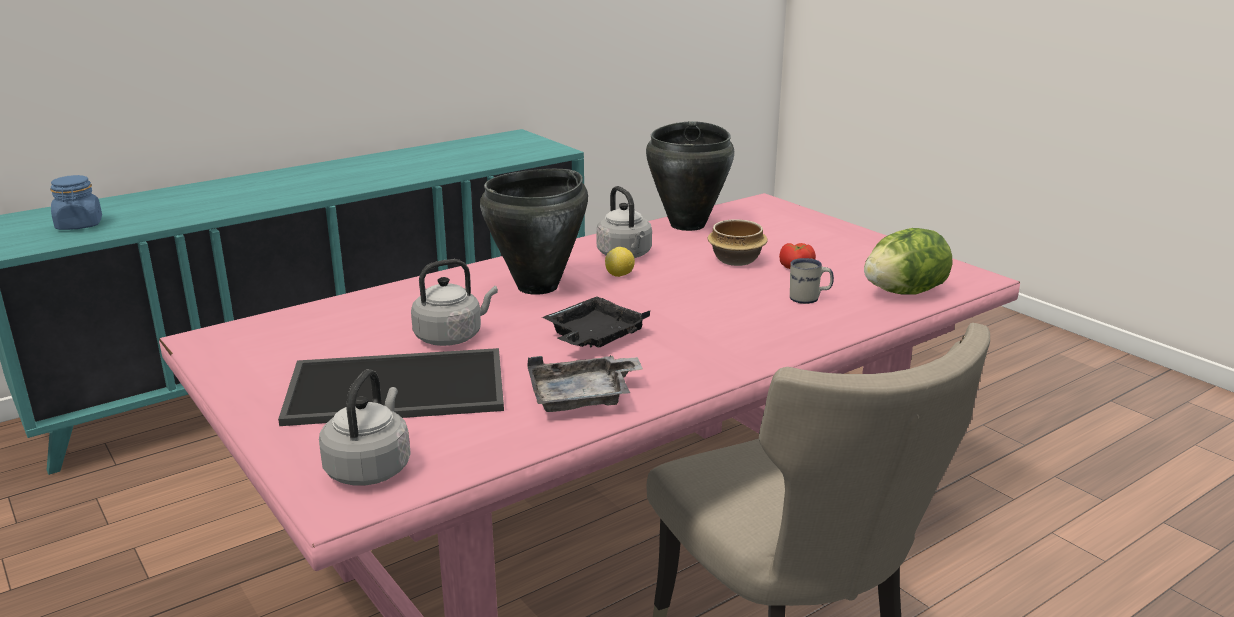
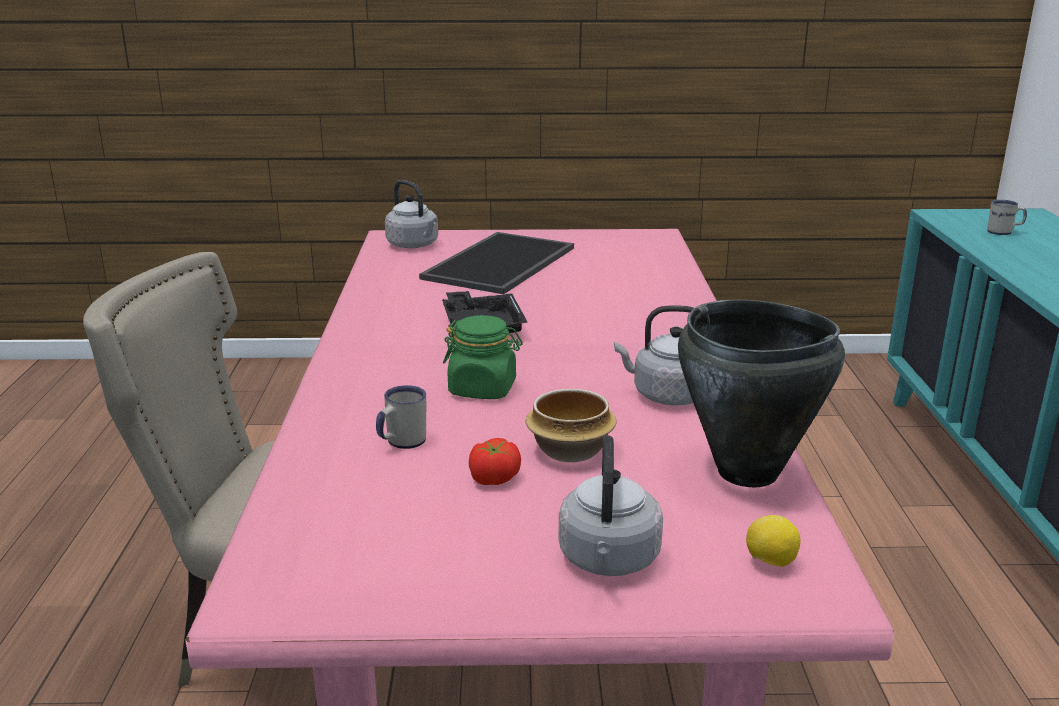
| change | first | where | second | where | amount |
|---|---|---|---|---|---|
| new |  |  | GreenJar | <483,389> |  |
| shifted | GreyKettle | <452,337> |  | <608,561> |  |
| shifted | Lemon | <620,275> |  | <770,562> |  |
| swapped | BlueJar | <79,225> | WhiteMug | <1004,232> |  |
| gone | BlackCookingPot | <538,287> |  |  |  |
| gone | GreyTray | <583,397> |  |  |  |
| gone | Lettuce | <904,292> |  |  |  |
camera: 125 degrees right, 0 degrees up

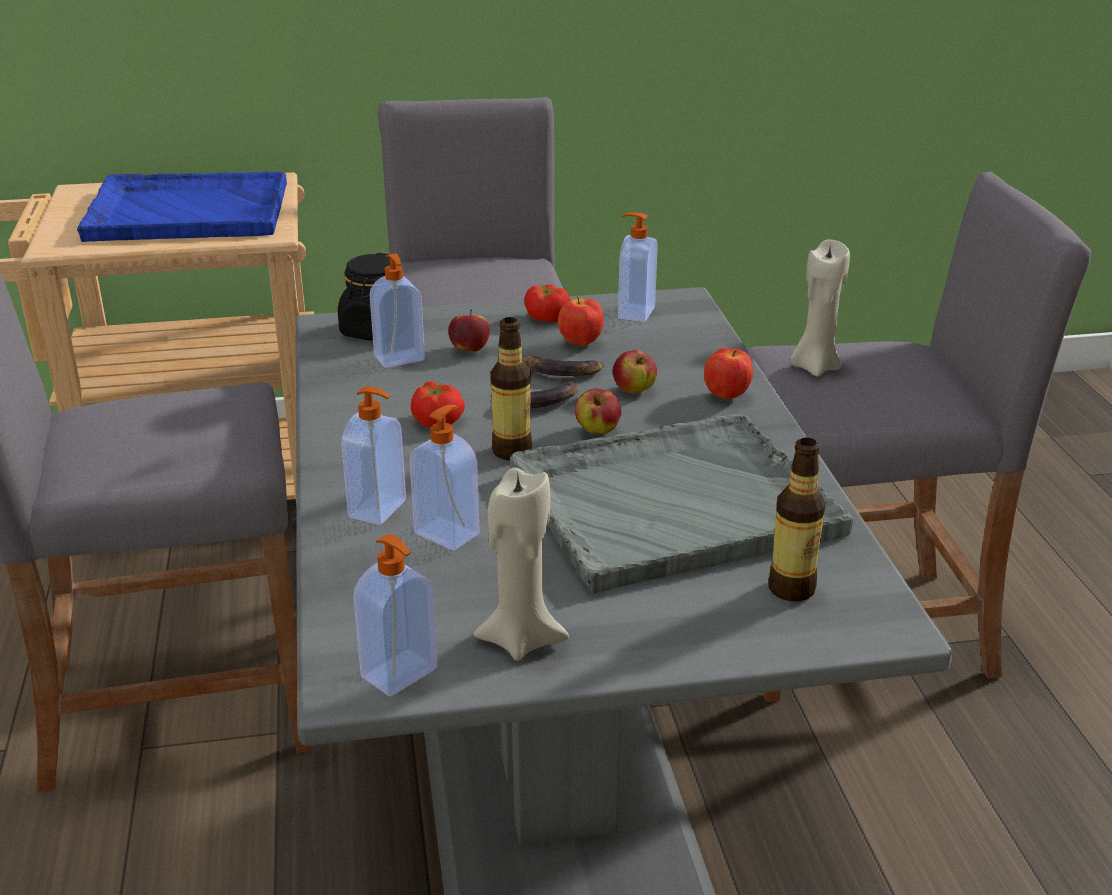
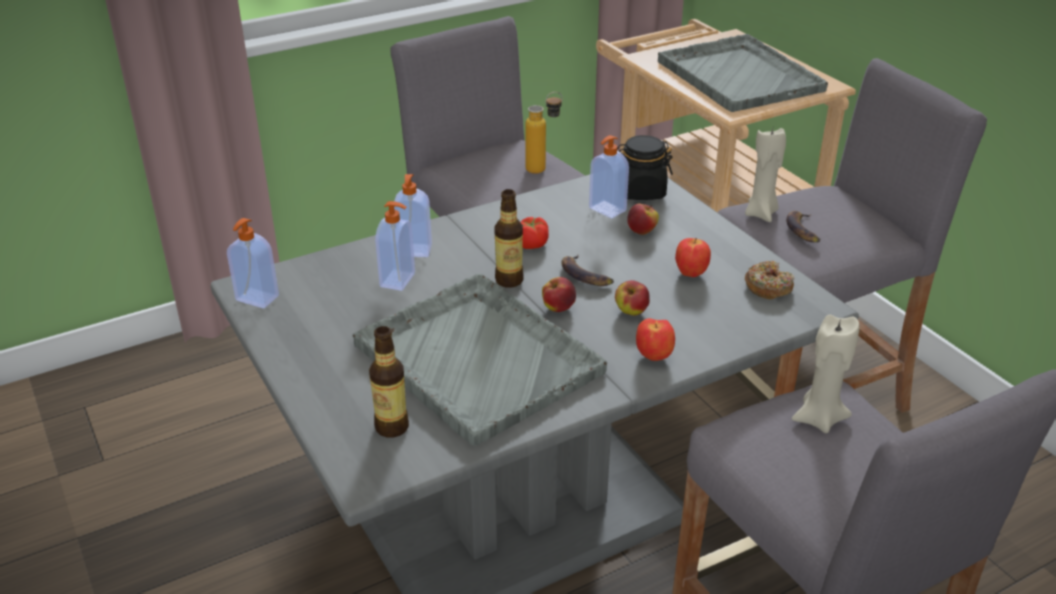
| change | first | where | second | where | amount |
|---|---|---|---|---|---|
| new |  |  | Bottle | <543,168> |  |
| repainted | BlueTray | <186,211> | GreyTray | <738,75> |  |
| shifted | BeigeCandle | <521,639> |  | <761,213> |  |
| swapped | SoapDispenser | <635,313> | Donut | <768,287> |  |
| shifted | Banana | <561,371> |  | <803,230> |  |
| gone | Tomato | <547,317> |  |  |  |
camera: 70 degrees right, 5 degrees up

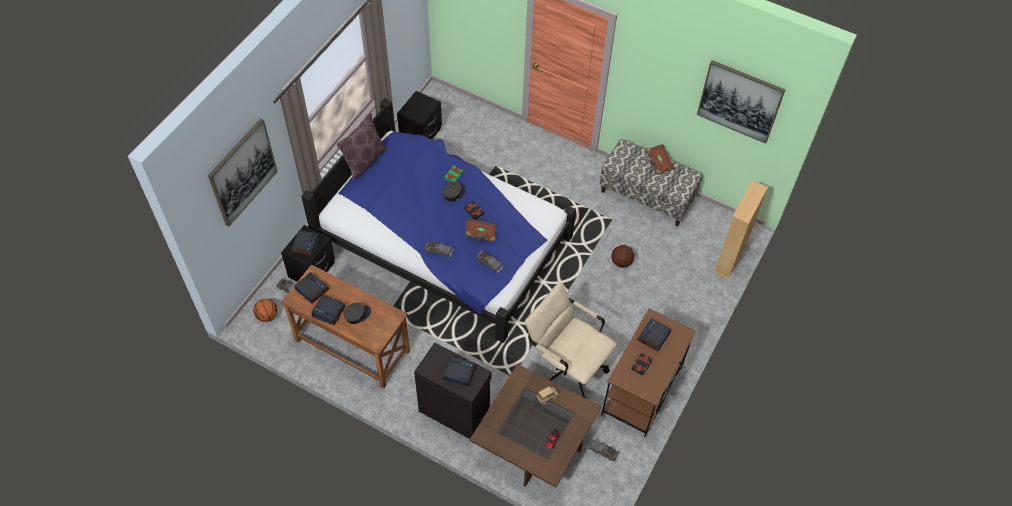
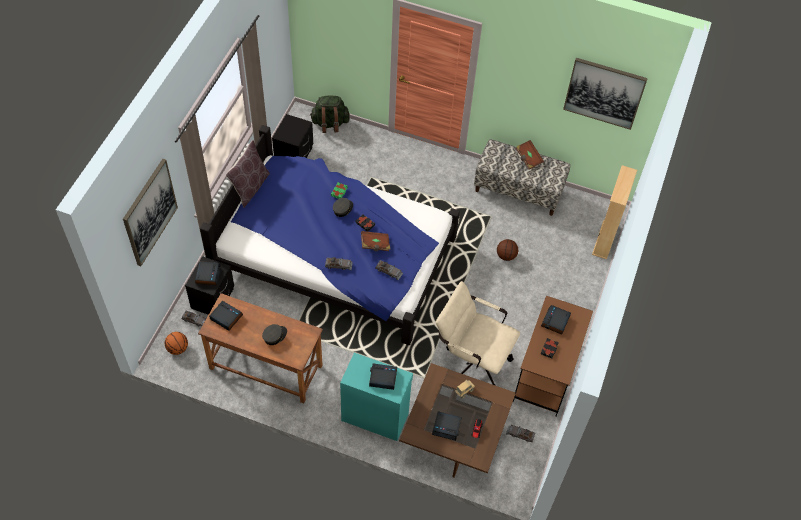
| change | first | where | second | where | amount |
|---|---|---|---|---|---|
| new |  |  | GreenBackpack | <330,123> |  |
| repainted | BlackCabinet | <454,411> | TurquoiseCabinet | <375,416> |  |
| shifted | AlarmClock | <329,311> |  | <447,427> |  |
camera: 10 degrees left, 0 degrees up

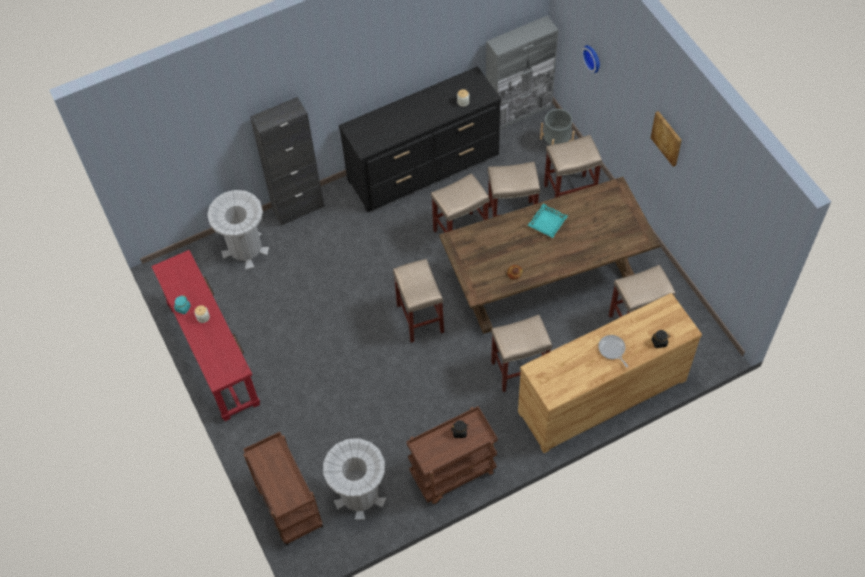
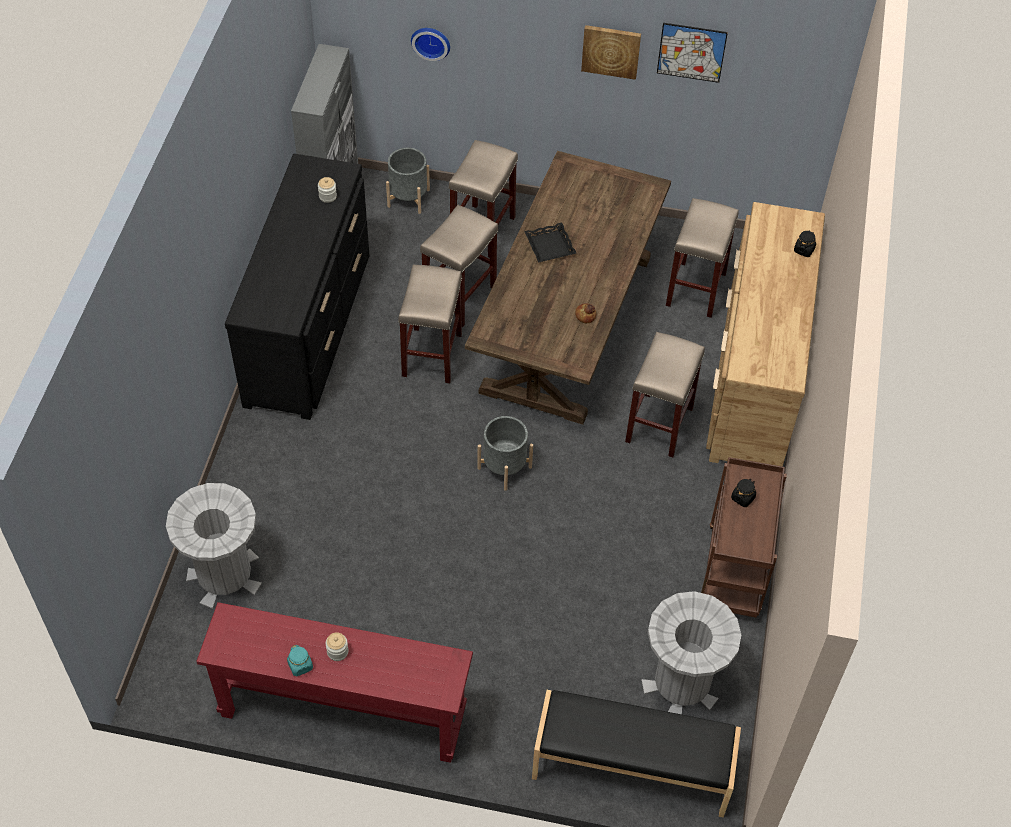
| change | first | where | second | where | amount |
|---|---|---|---|---|---|
| swapped | BeigeStool | <419,318> | GreyPlanter | <504,467> |  |
| repainted | TurquoiseTray | <547,222> | BlackTray | <549,246> |  |
| swapped | BrownCart | <288,506> | BlackBench | <631,769> |  |
| new |  |  | Picture | <691,52> |  |
| gone | BlackCabinet | <298,208> |  |  |  |
| gone | FryingPan | <612,350> |  |  |  |
camera: 55 degrees left, 5 degrees down

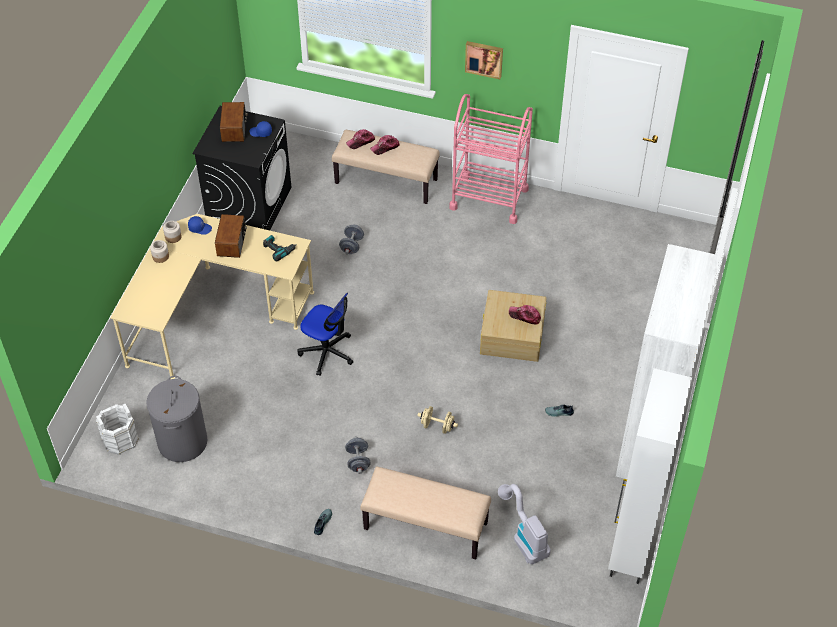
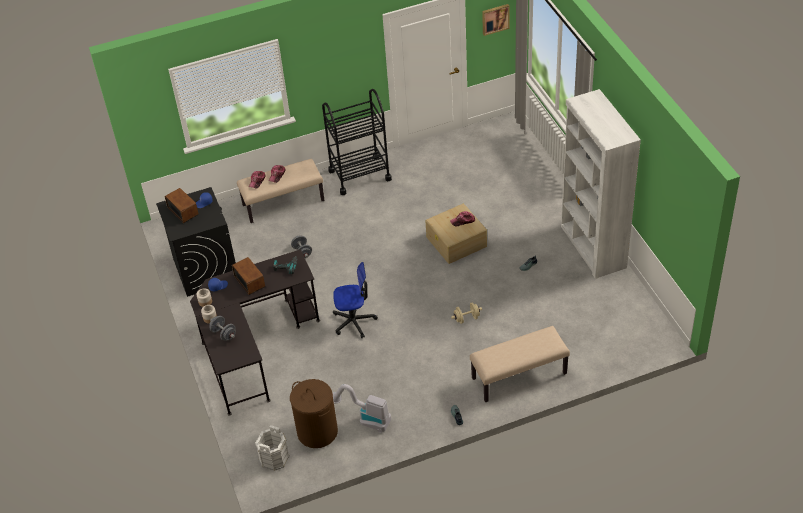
| change | first | where | second | where | amount |
|---|---|---|---|---|---|
| repainted | BeigeDesk | <212,312> | BlackDesk | <252,346> |  |
| shifted | GreyDumbbell | <358,461> |  | <224,334> |  |
| repainted | GreyLaundryBasket | <182,441> | BrownLaundryBasket | <317,432> |  |
| repainted | PinkCart | <489,198> | BlackCart | <359,175> |  |
| shifted | VacuumCleaner | <523,536> |  | <365,419> |  |
| shifted | Picture | <484,58> |  | <495,19> |  |
| gone | WhiteCabinet | <630,551> |  |  |  |
camera: 35 degrees left, 5 degrees down

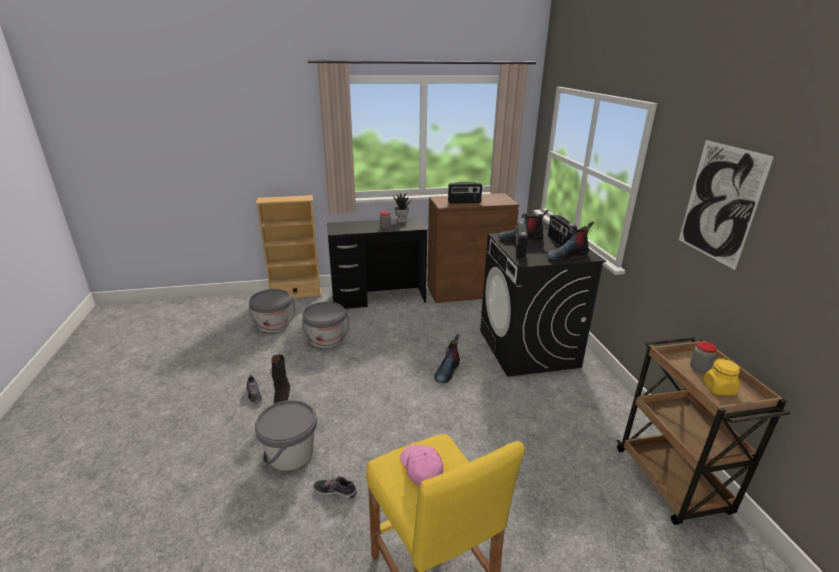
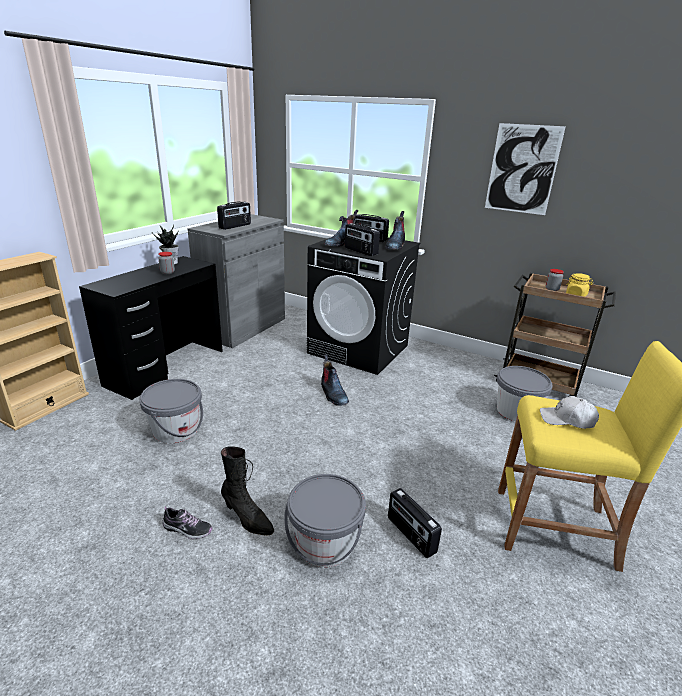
| change | first | where | second | where | amount |
|---|---|---|---|---|---|
| repainted | BrownCabinet | <467,291> | GreyCabinet | <244,327> |  |
| swapped | Shoe | <335,491> | Radio | <410,535> |  |
| shifted | GreyBucket | <274,325> |  | <516,411> |  |
| repainted | PinkCap | <421,468> | WhiteCap | <567,420> |  |
camera: 50 degrees left, 0 degrees up

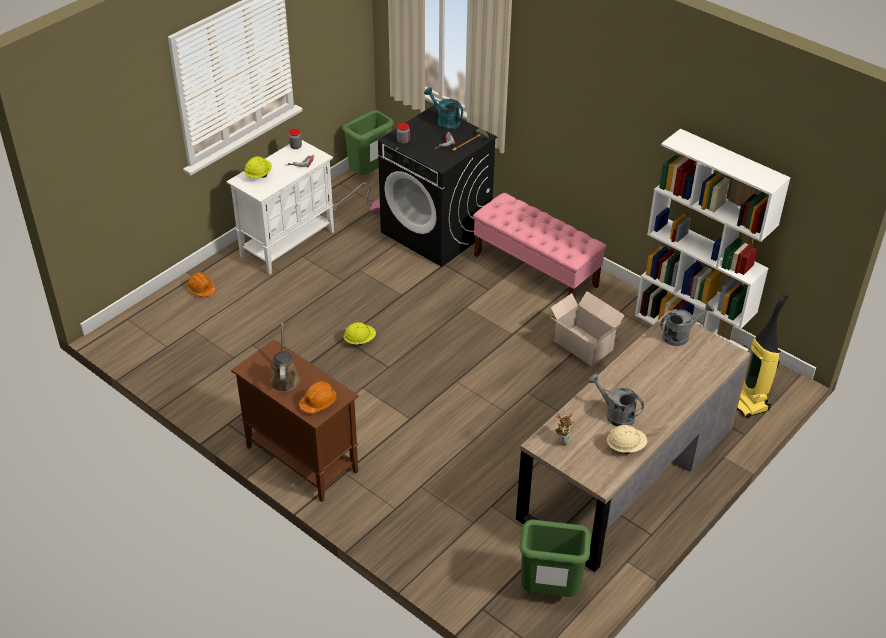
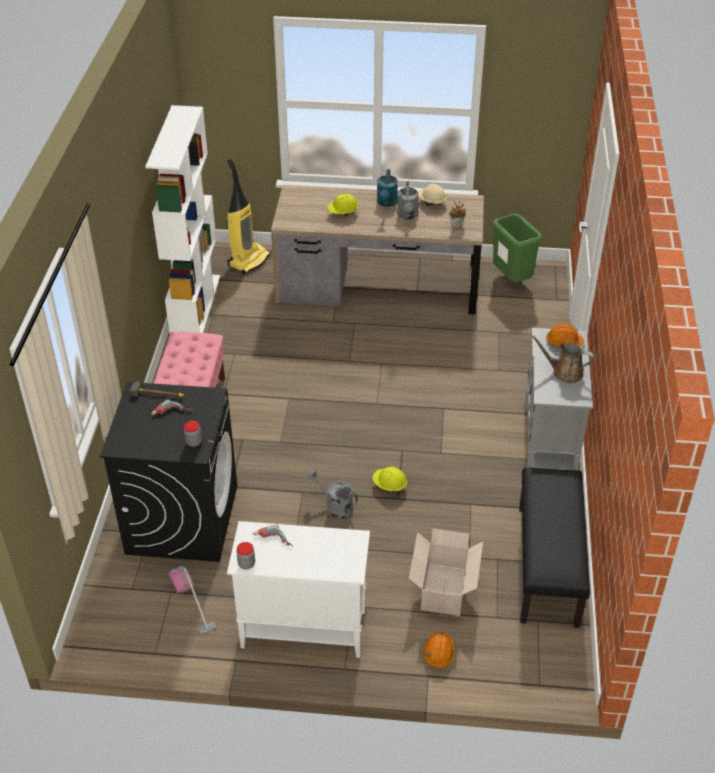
| change | first | where | second | where | amount |
|---|---|---|---|---|---|
| shifted | GreyWateringCan | <680,335> |  | <335,506> |  |
| shifted | YellowHardHat | <258,175> |  | <343,213> |  |
| shifted | TurquoiseWateringCan | <445,122> |  | <386,203> |  |
| shifted | CardboardBox | <582,344> |  | <443,591> |  |
| new |  |  | BlackBench | <548,566> |  |
| repainted | BrownCabinet | <301,459> | GreyCabinet | <548,445> |  |
| rotated | BrownWateringCan | <284,378> |  | <564,372> | 60 degrees clockwise |
| gone | GreenTrashCan | <370,174> |  |  |  |
camera: 125 degrees left, 0 degrees up

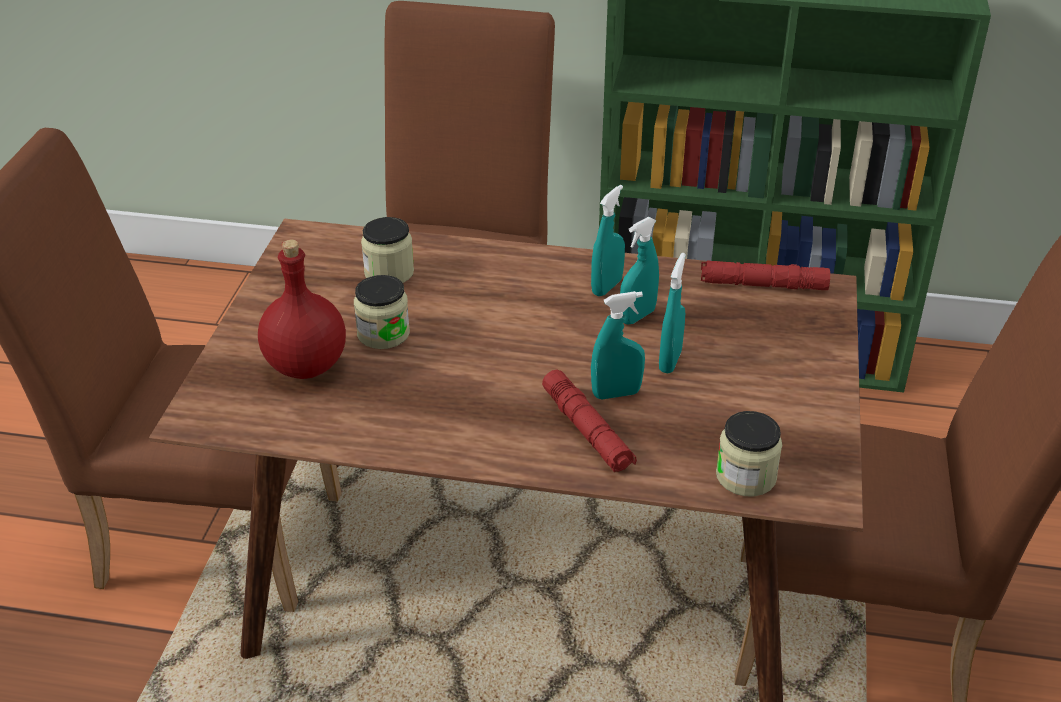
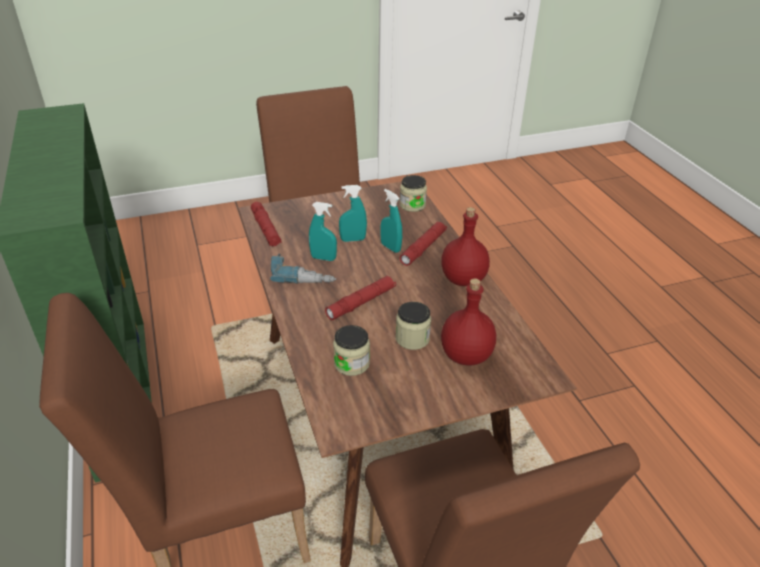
| change | first | where | second | where | amount |
|---|---|---|---|---|---|
| swapped | TurquoiseSprayBottle | <607,287> | PowerDrill | <303,275> |  |
| new |  |  | RedFlashlight | <361,302> |  |
| new |  |  | RedBottle | <462,279> |  |
camera: 120 degrees left, 0 degrees up

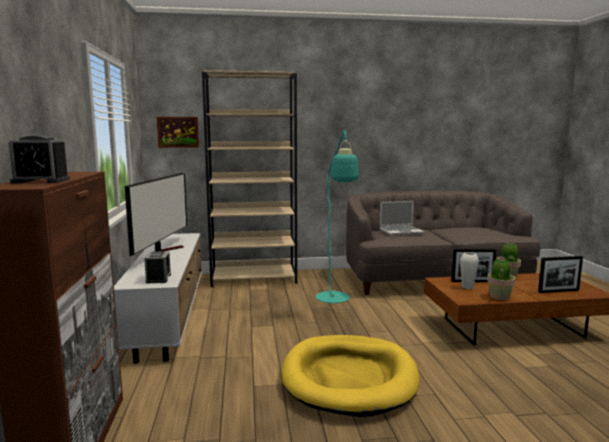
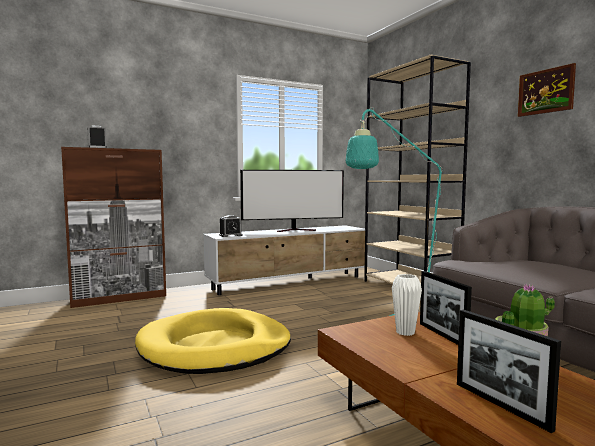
| change | first | where | second | where | amount |
|---|---|---|---|---|---|
| shifted | Picture | <178,132> |  | <545,91> |  |
| gone | Laptop | <401,231> |  |  |  |
| gone | PottedPlant | <499,297> |  |  |  |
camera: 70 degrees right, 5 degrees down

